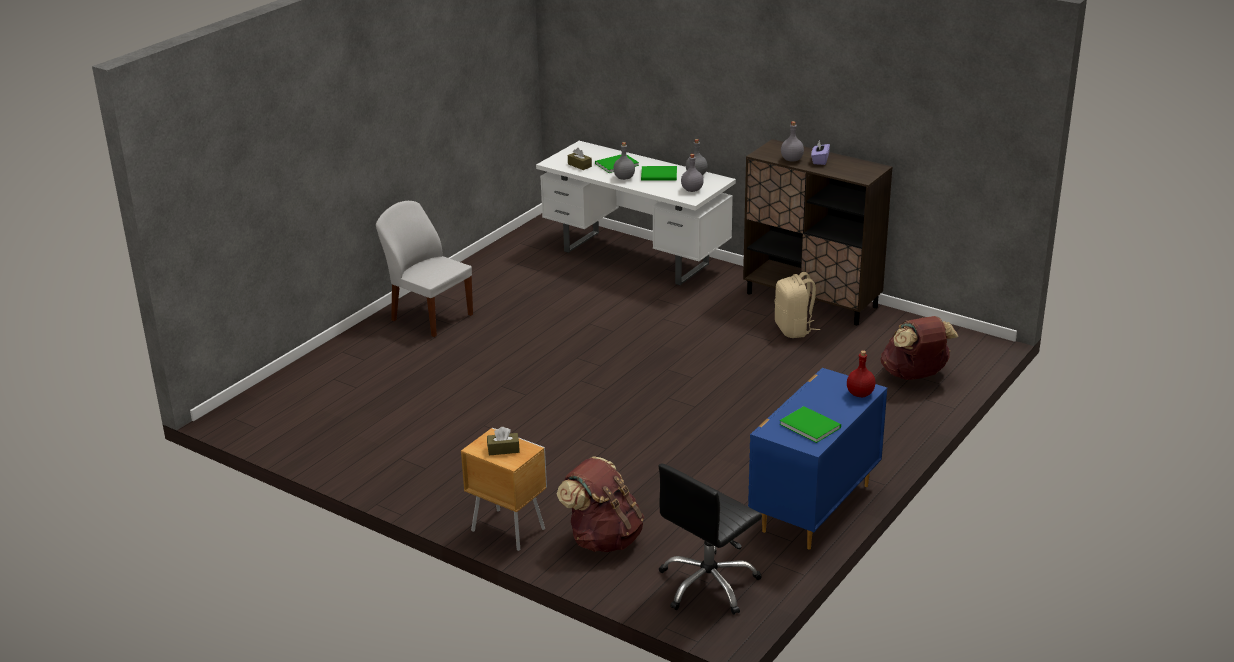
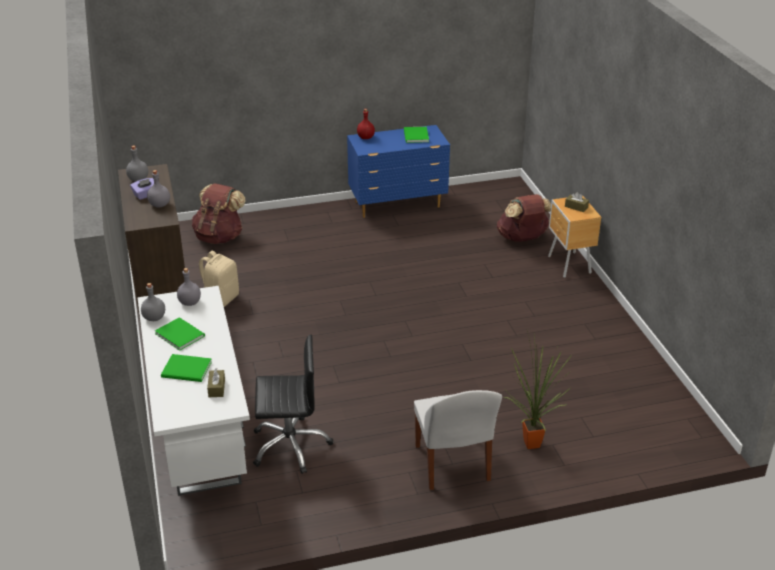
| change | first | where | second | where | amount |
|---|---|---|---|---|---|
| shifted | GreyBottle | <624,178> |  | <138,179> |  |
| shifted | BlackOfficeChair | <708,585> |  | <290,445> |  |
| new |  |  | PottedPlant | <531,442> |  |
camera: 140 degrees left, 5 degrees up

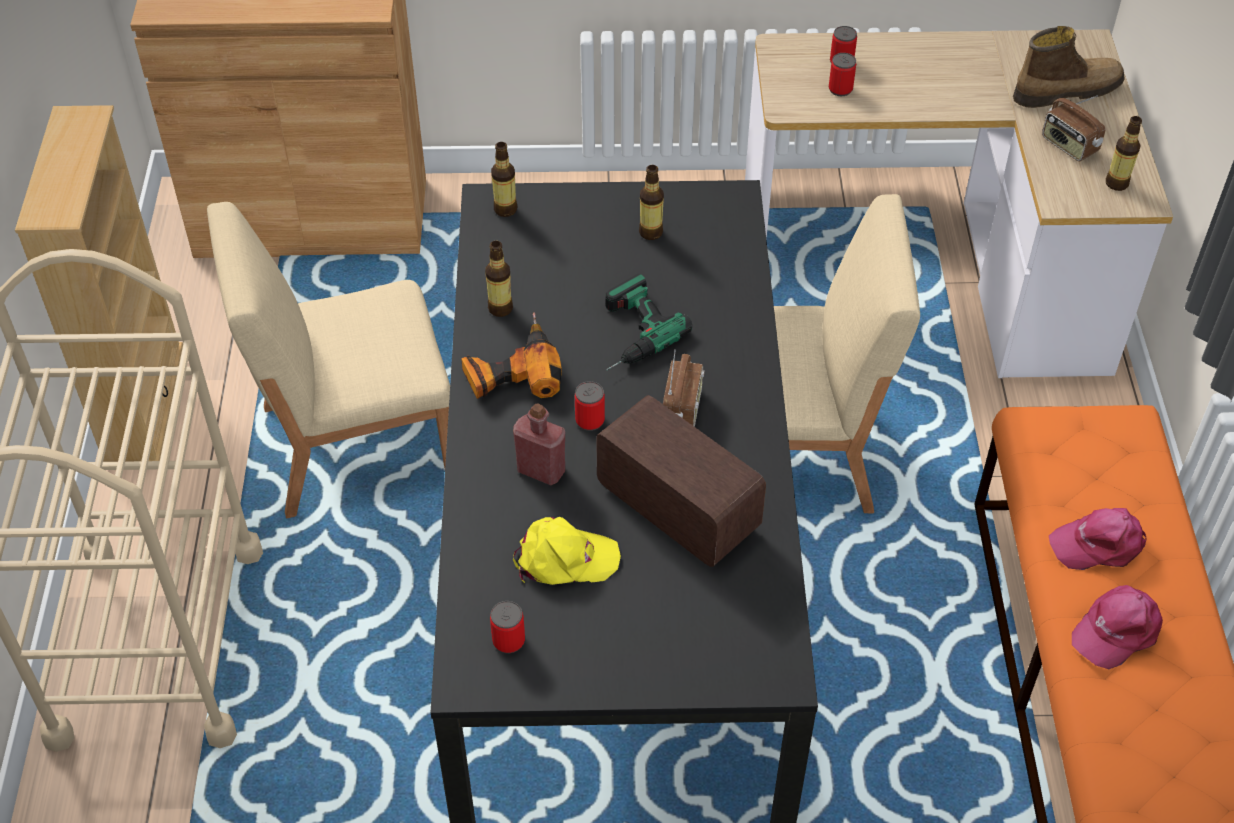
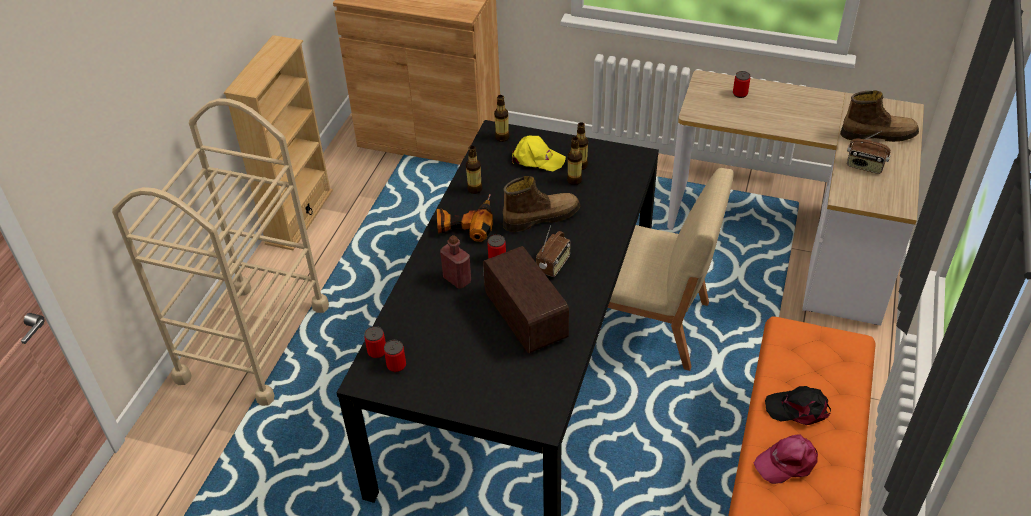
| change | first | where | second | where | amount |
|---|---|---|---|---|---|
| shifted | Can | <840,89> |  | <377,352> |  |
| swapped | PowerDrill | <627,333> | Boot | <540,217> |  |
| shifted | YellowCap | <564,559> |  | <537,159> |  |
| shifted | Bottle | <1116,183> |  | <574,180> |  |
| repainted | PinkCap | <1099,544> | BlackCap | <798,409> |  |
| rotated | Radio | <1068,146> |  | <864,166> | 45 degrees counterclockwise |
| gone | BeigeChair | <355,443> |  |  |  |
camera: 20 degrees right, 5 degrees down

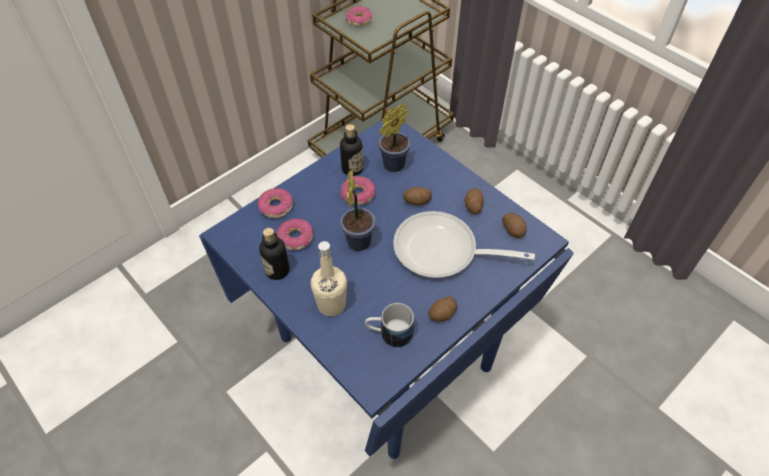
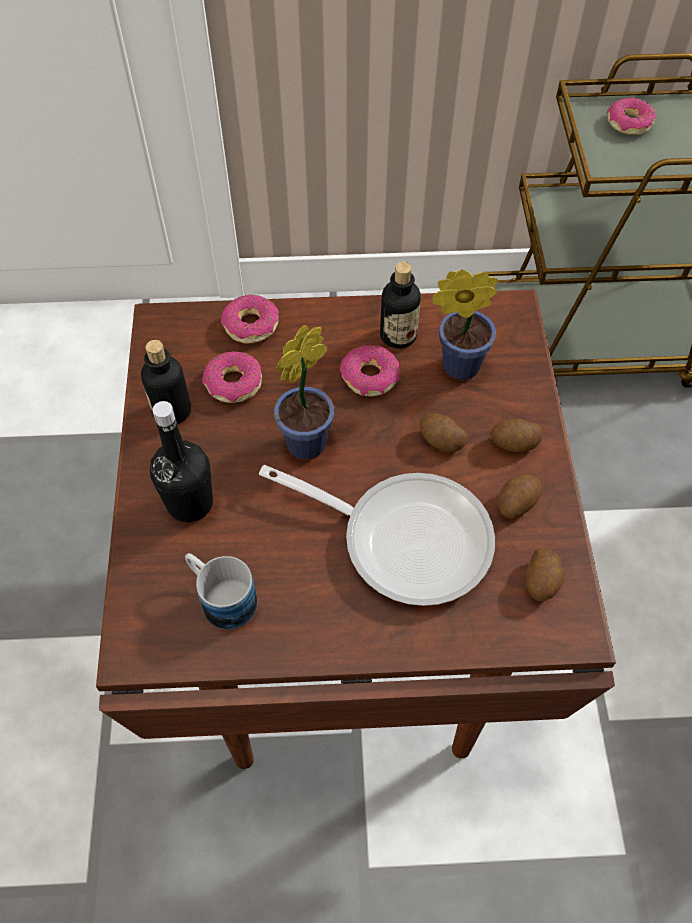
| change | first | where | second | where | amount |
|---|---|---|---|---|---|
| repainted | BlueDiningTable | <383,353> | BrownDiningTable | <343,624> |  |
| repainted | BeigeBottle | <331,305> | BlackBottle | <190,503> |  |
| rotated | FryingPan | <442,251> |  | <404,537> | 150 degrees clockwise |
| shifted | Potato | <442,314> |  | <514,444> |  |
camera: 40 degrees right, 5 degrees up

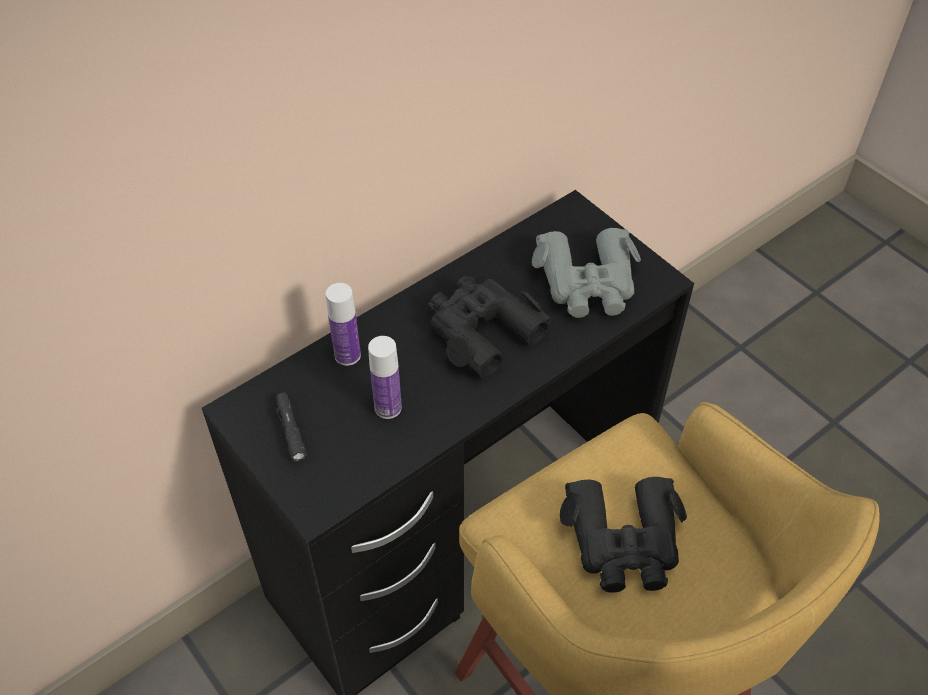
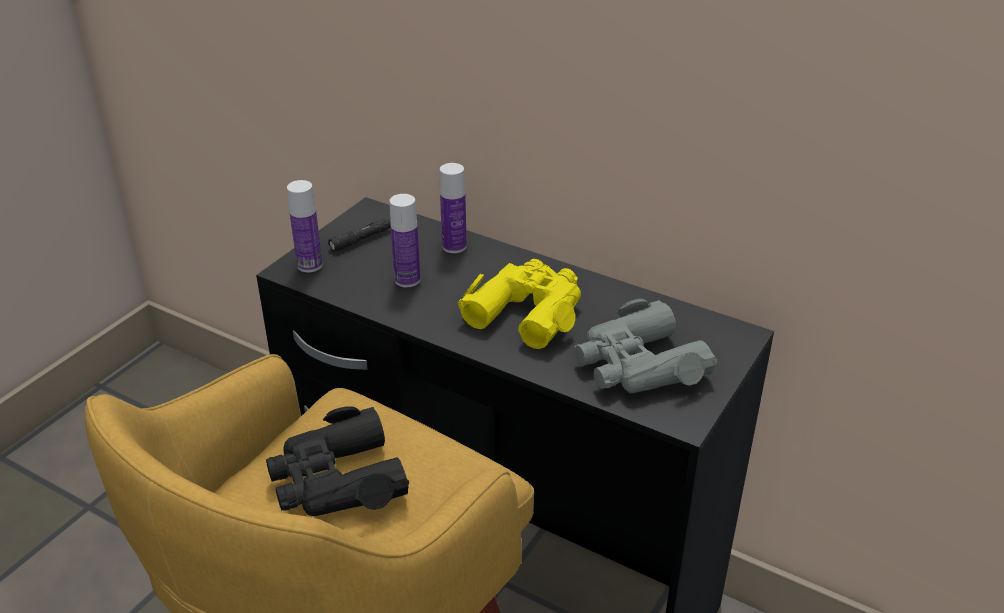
| change | first | where | second | where | amount |
|---|---|---|---|---|---|
| new |  |  | Bottle | <310,265> |  |
| repainted | BlackBinoculars | <482,331> | YellowBinoculars | <527,311> |  |
camera: 70 degrees right, 15 degrees down

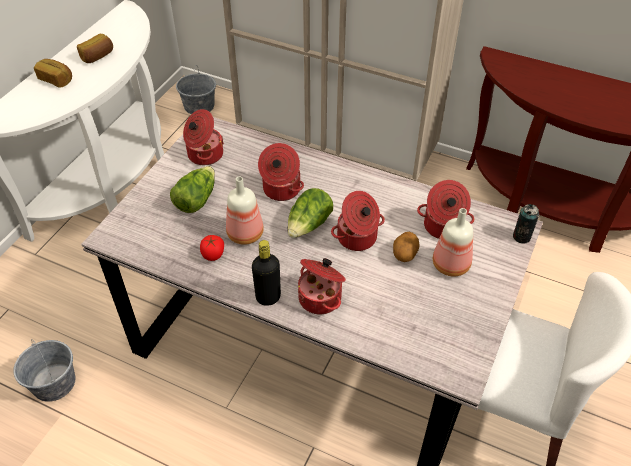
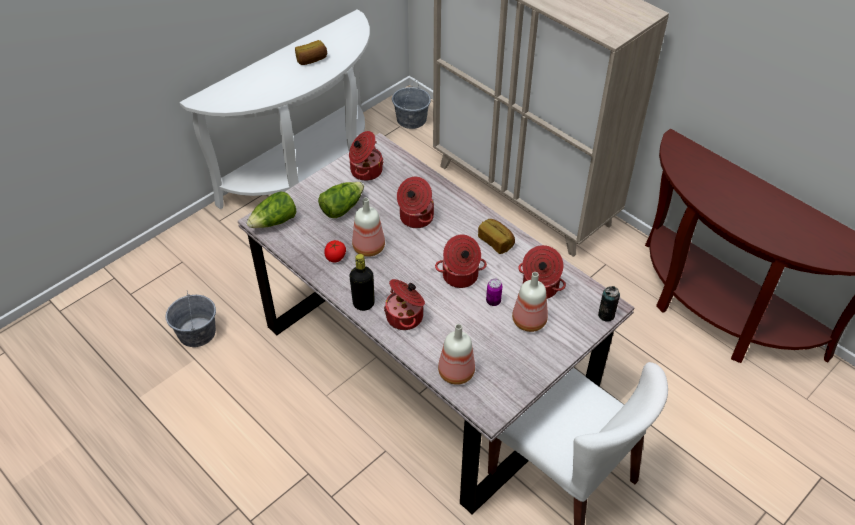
| change | first | where | second | where | amount |
|---|---|---|---|---|---|
| shifted | Lettuce | <309,225> |  | <274,222> |  |
| new |  |  | Bottle | <455,373> |  |
| shifted | Bread | <56,80> |  | <496,242> |  |
| swapped | Potato | <404,255> | Can | <493,301> |  |
camera: 20 degrees right, 0 degrees up

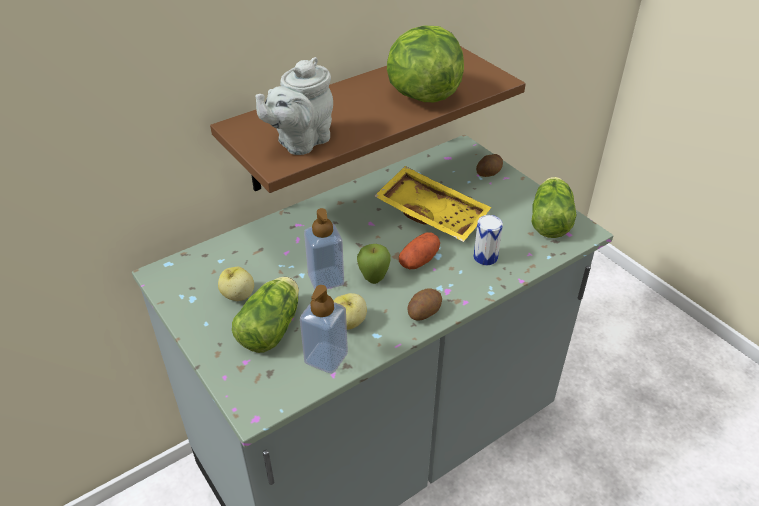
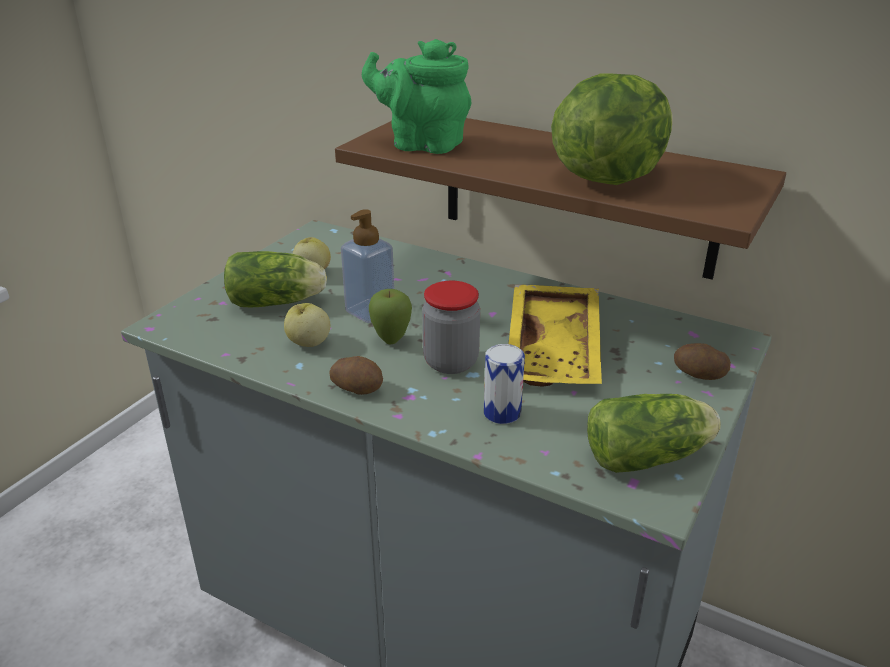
| change | first | where | second | where | amount |
|---|---|---|---|---|---|
| repainted | GreyTeapot | <300,142> | GreenTeapot | <422,144> |  |
| swapped | Potato | <419,261> | Jar | <451,362> |  |
| gone | SoapDispenser | <326,357> |  |  |  |
camera: 65 degrees right, 10 degrees down

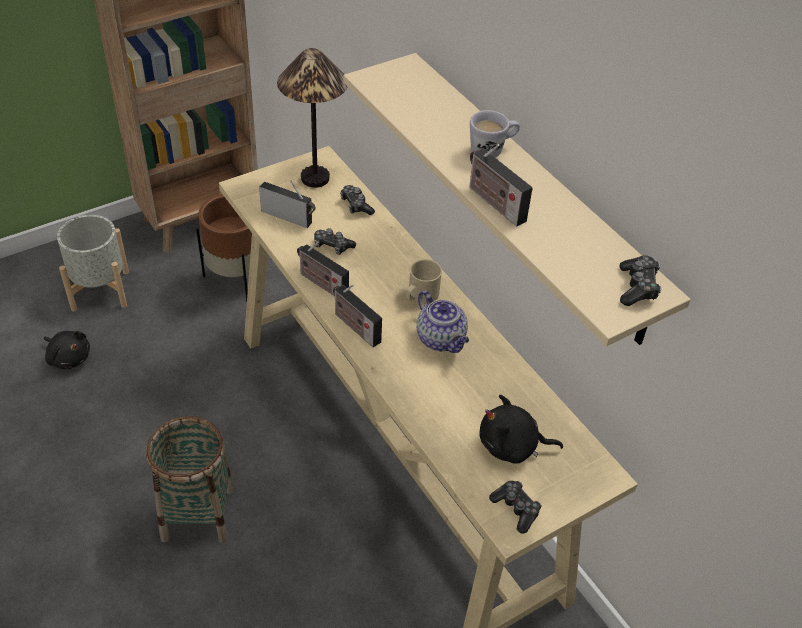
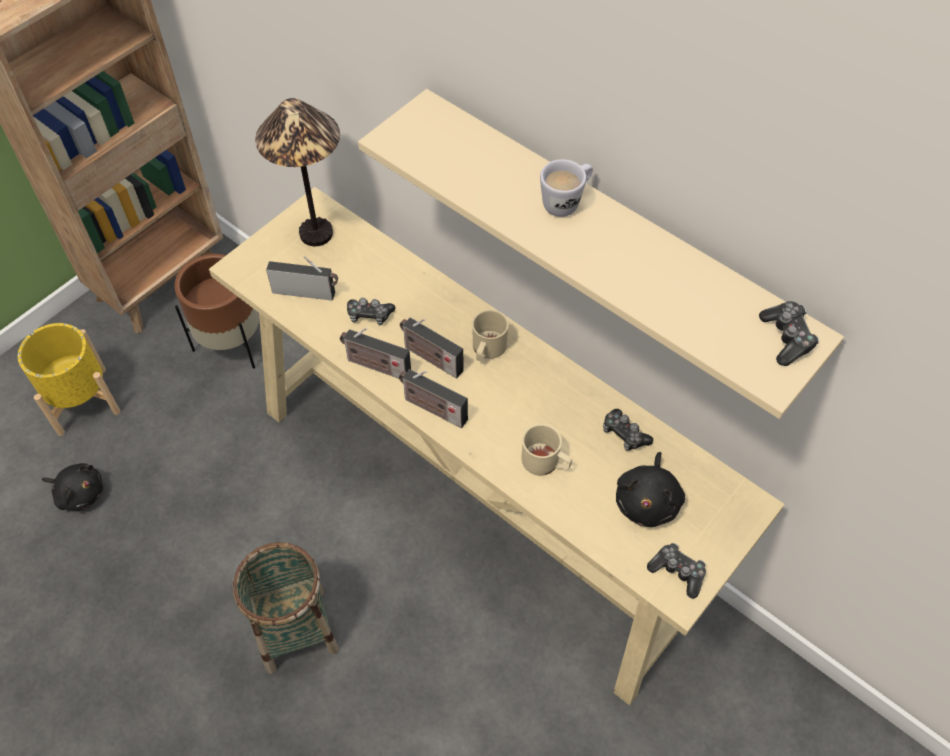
| change | first | where | second | where | amount |
|---|---|---|---|---|---|
| repainted | GreyPlanter | <100,290> | YellowPlanter | <81,401> |  |
| shifted | Radio | <493,202> |  | <430,358> |  |
| new |  |  | BeigeMug | <545,462> |  |
| shifted | GameController | <356,205> |  | <624,434> |  |
| rotated | BlackPlushToy | <512,446> |  | <647,501> | 60 degrees counterclockwise |
| gone | Teapot | <442,339> |  |  |  |
camera: 15 degrees left, 10 degrees up

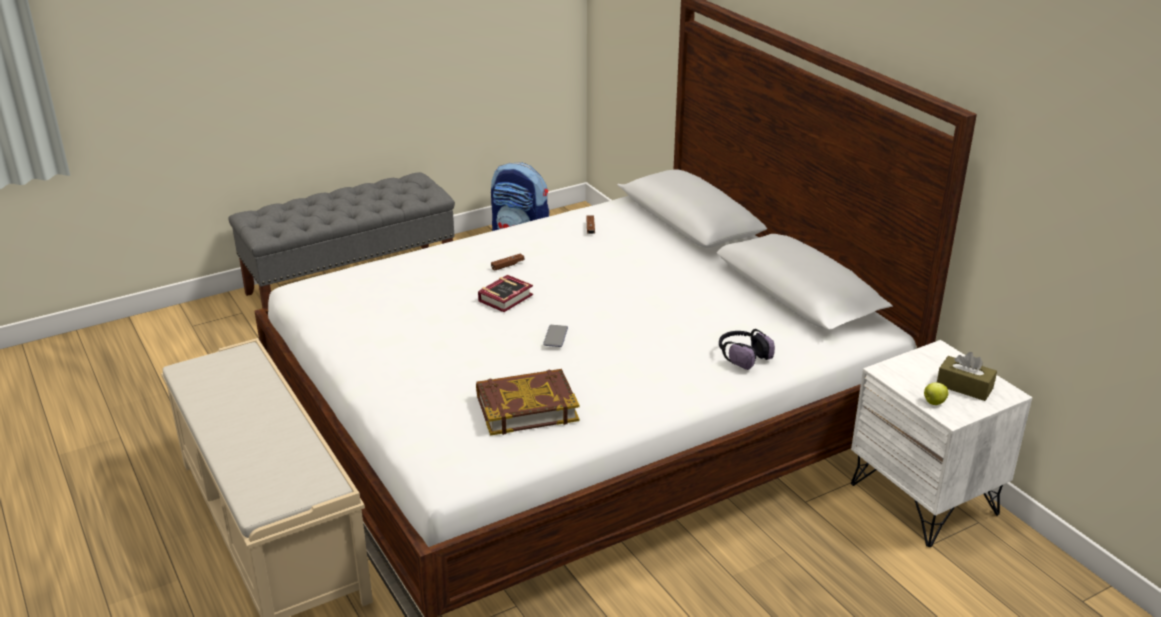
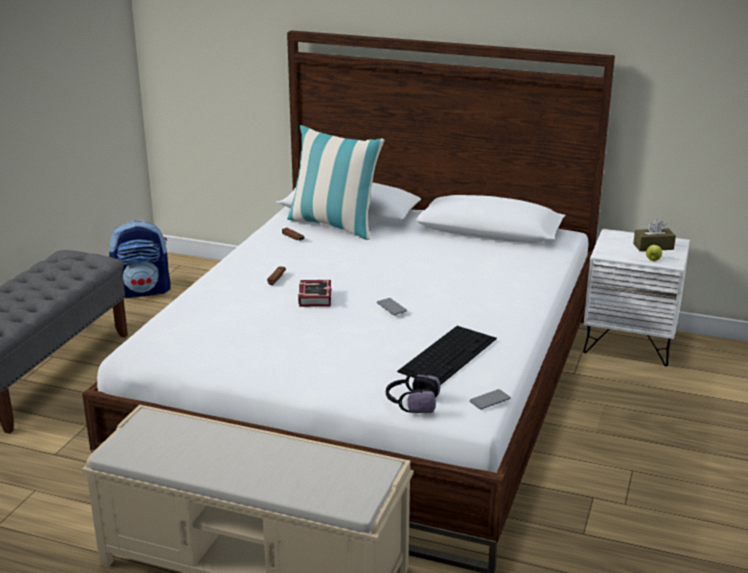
| change | first | where | second | where | amount |
|---|---|---|---|---|---|
| new |  |  | Pillow | <334,225> |  |
| shifted | Headphones | <743,356> |  | <411,403> |  |
| swapped | Book | <526,407> | Keyboard | <448,354> |  |
| new |  |  | Phone | <489,400> |  |
camera: 40 degrees left, 5 degrees down

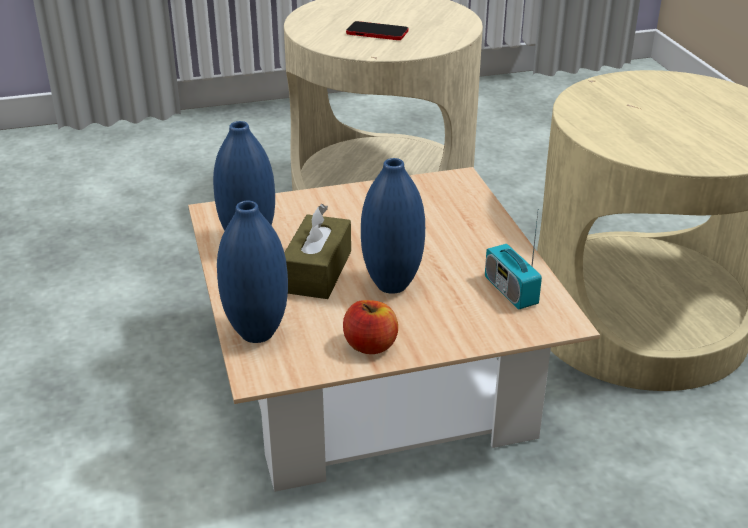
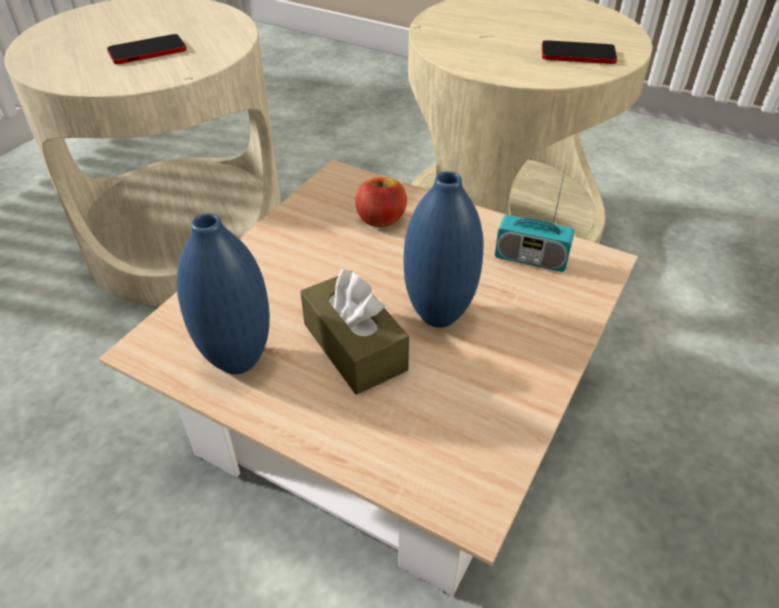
| change | first | where | second | where | amount |
|---|---|---|---|---|---|
| shifted | Apple | <370,345> |  | <381,219> |  |
| new |  |  | Phone | <578,54> |  |
| gone | BlueVase | <257,333> |  |  |  |
camera: 45 degrees left, 10 degrees up

